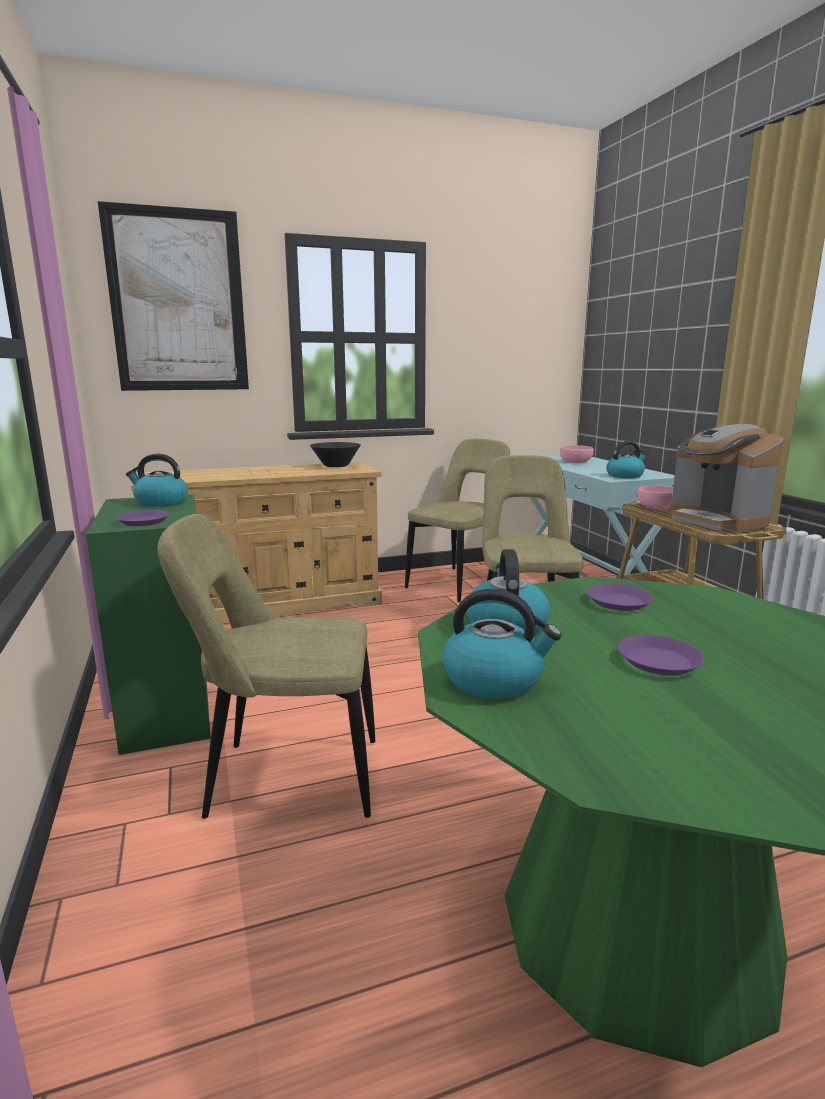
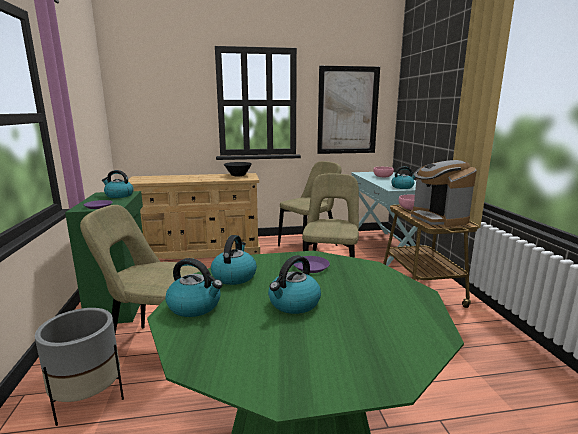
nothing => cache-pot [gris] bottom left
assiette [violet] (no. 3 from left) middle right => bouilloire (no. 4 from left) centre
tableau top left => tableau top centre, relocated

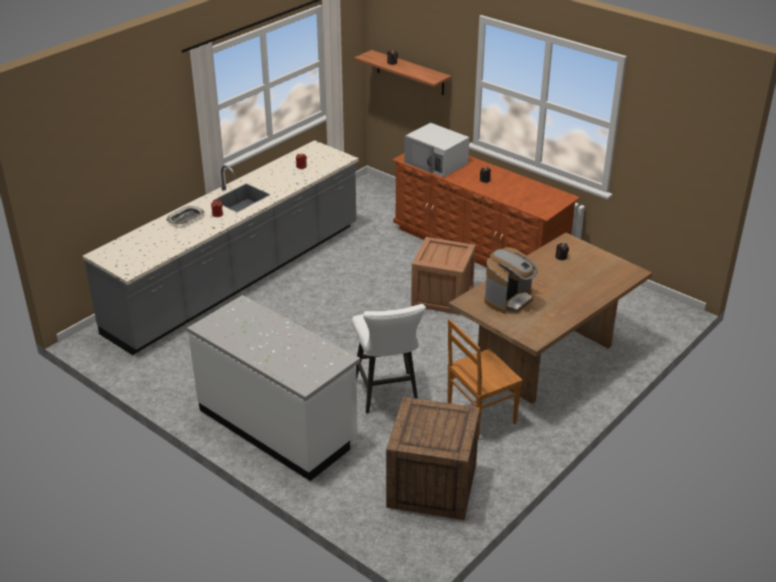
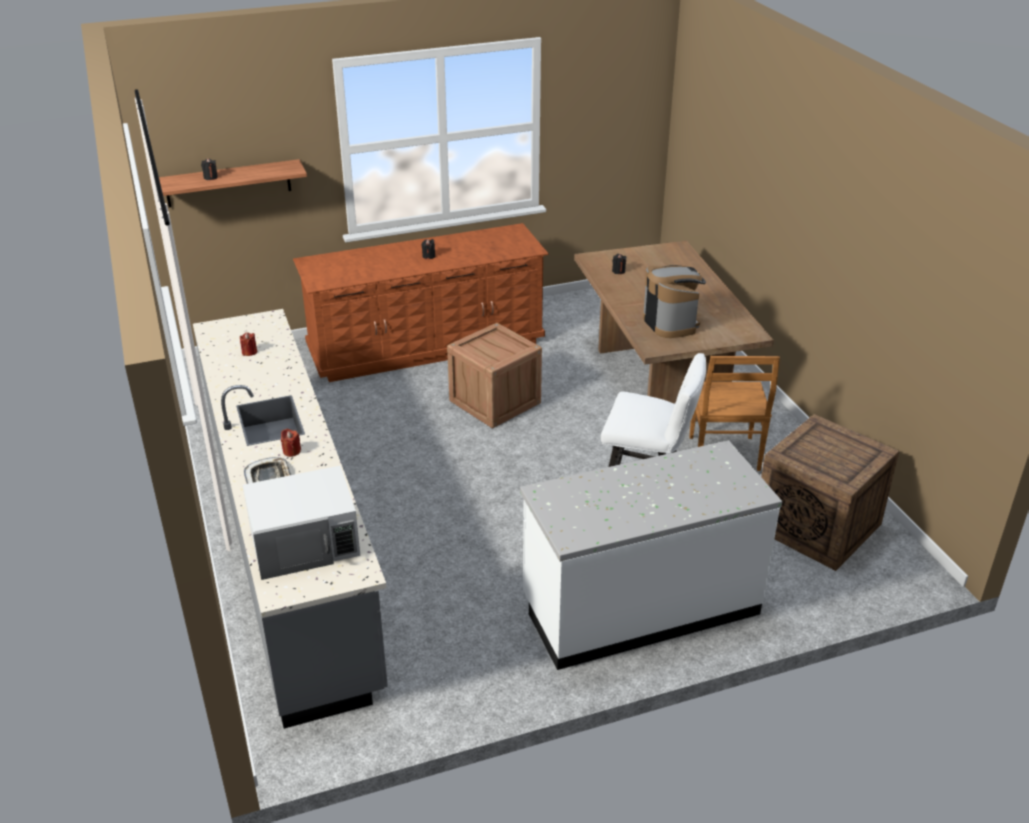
micro-ondes [blanc] top centre => micro-ondes [blanc] middle left, relocated

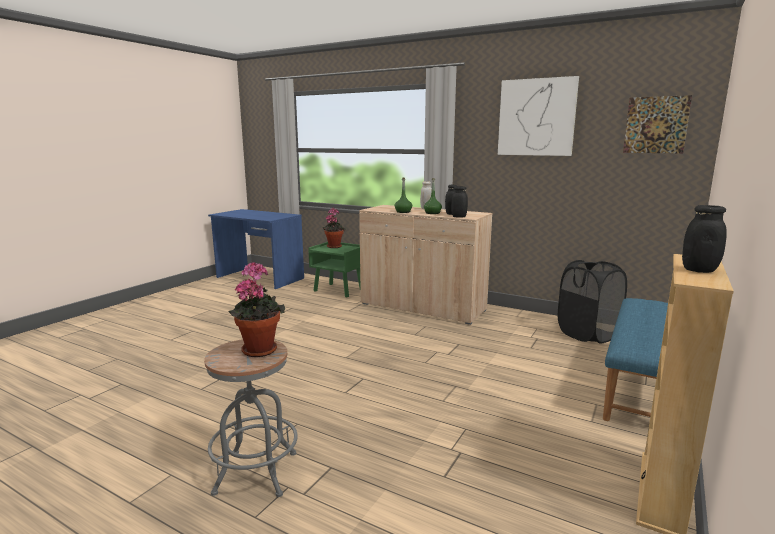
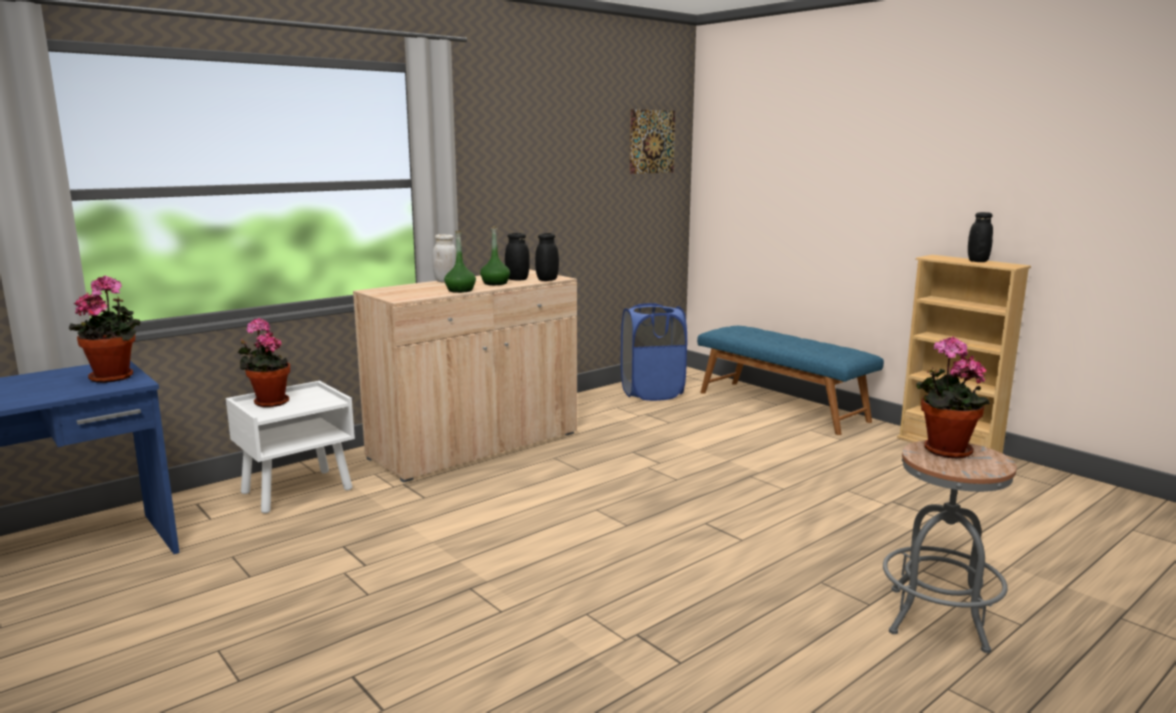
nothing => plante en pot (no. 1 from left) middle left
table de chevet [vert] centre => table de chevet [blanc] middle left
panier à linge [noir] middle right => panier à linge [bleu] centre
tableau (no. 1 from left) top right => nothing

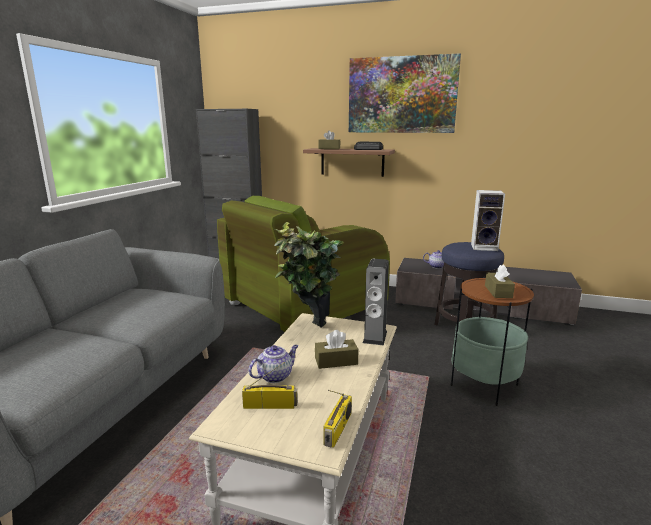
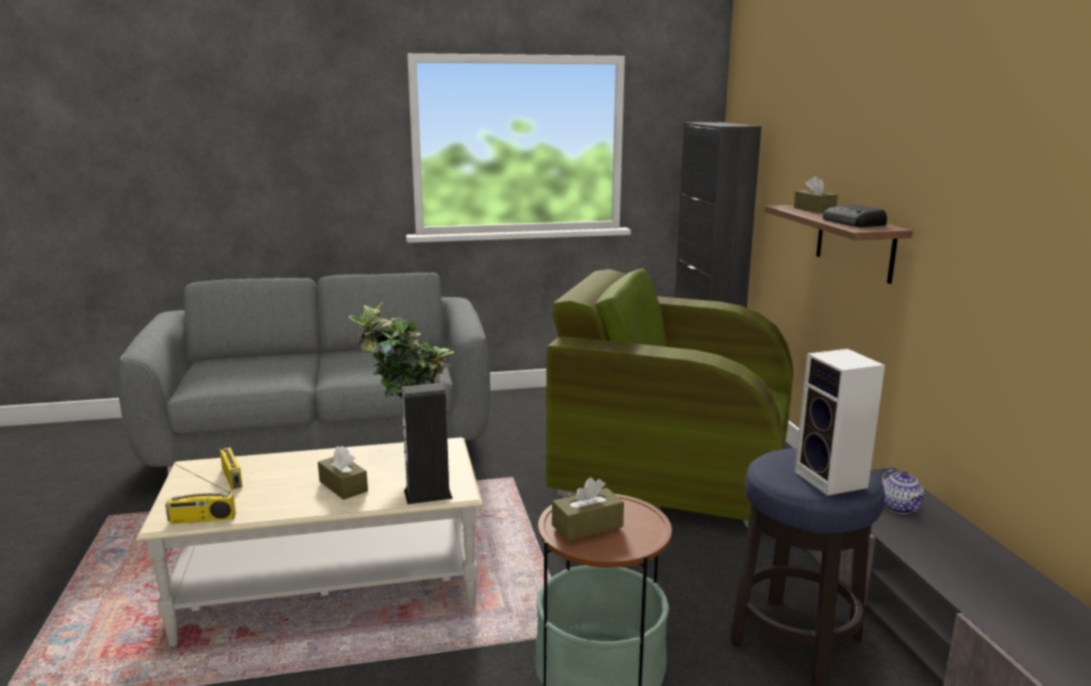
théière (no. 1 from left) bottom centre => nothing
tableau top centre => nothing

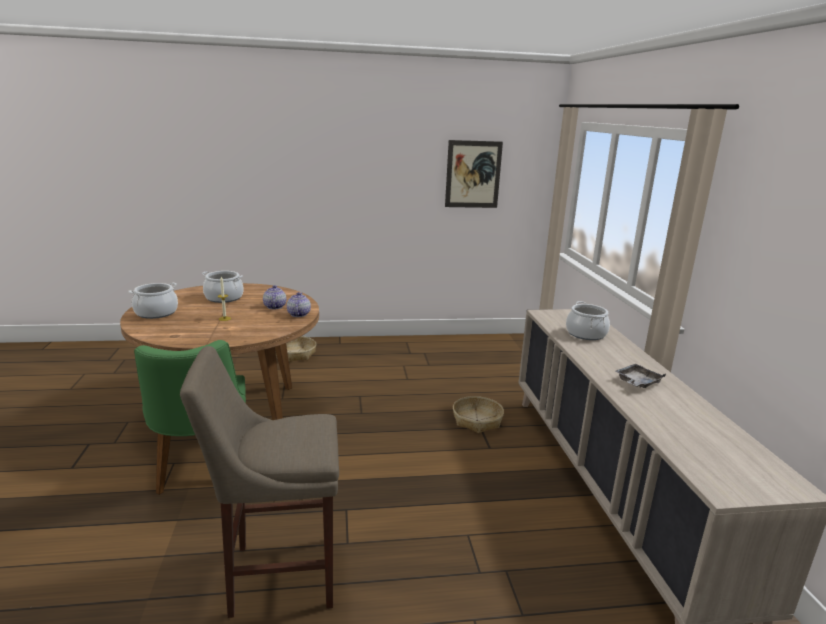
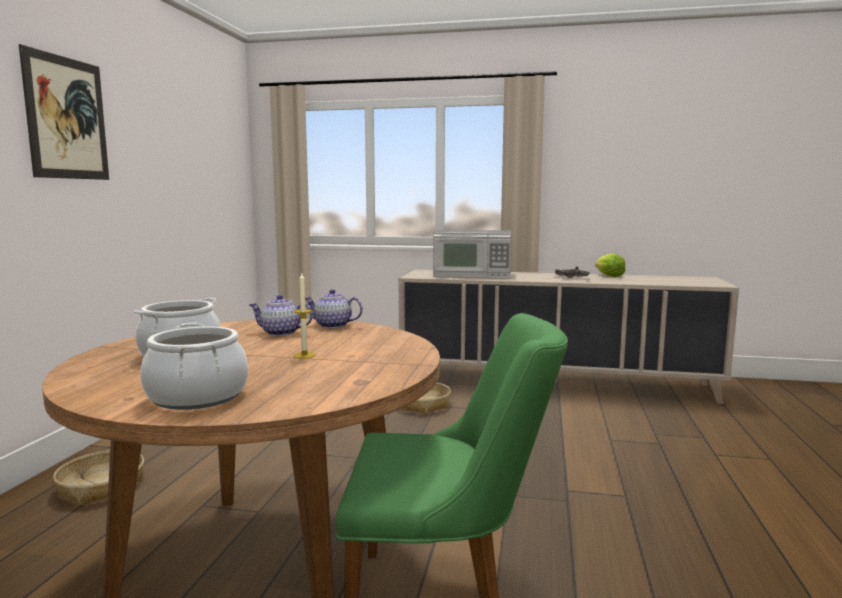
tableau top centre => tableau top left, relocated
marmite (no. 3 from left) middle right => micro-ondes centre
nothing => laitue middle right
tabouret [beige] bottom left => nothing

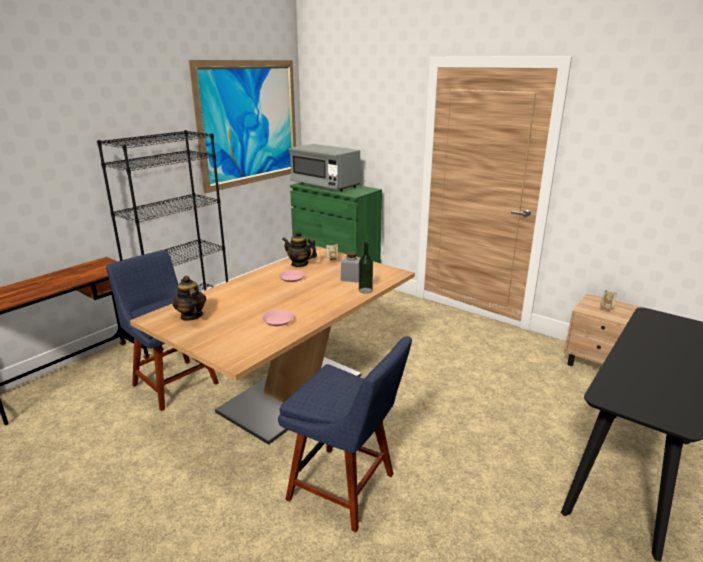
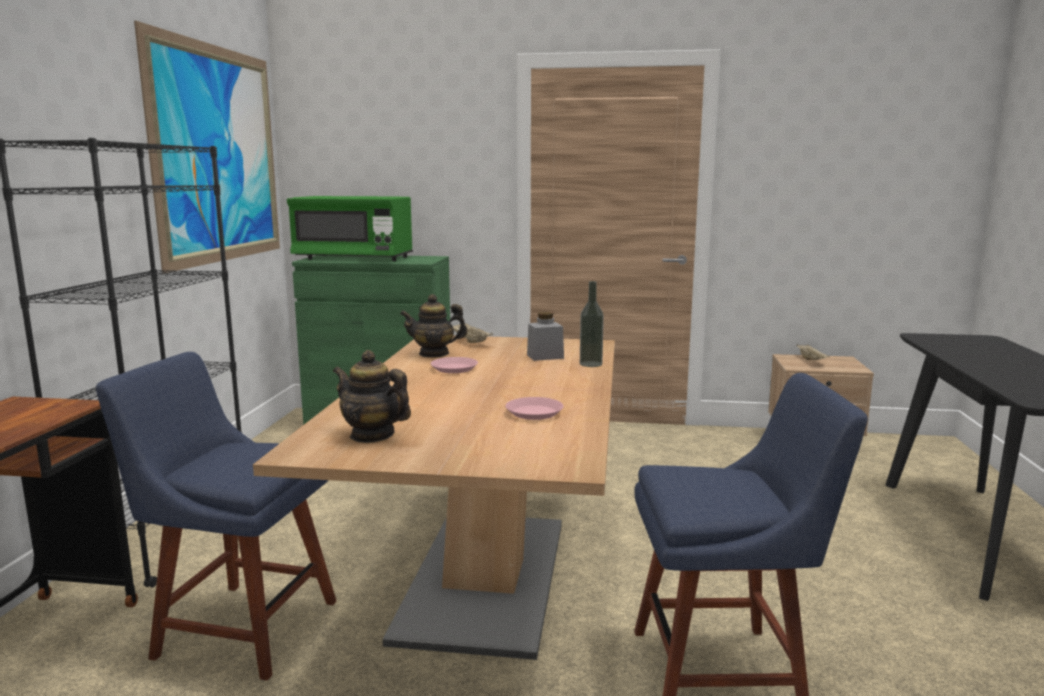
micro-ondes [gris] top centre => micro-ondes [vert] top centre

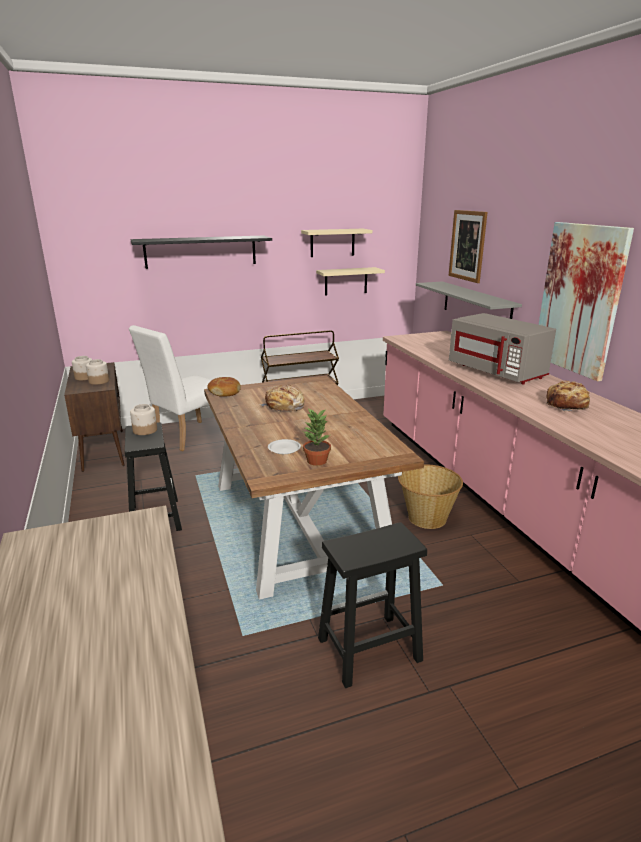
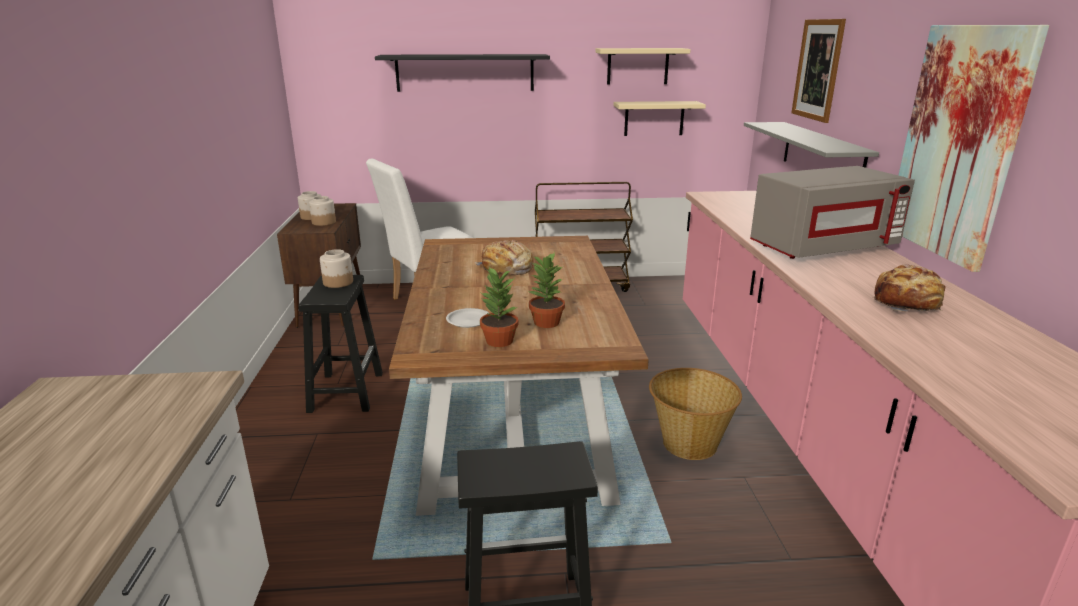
nothing => plante en pot (no. 2 from left) centre
micro-ondes [gris] middle right, 90 degrees counterclockwise
pain (no. 1 from left) centre => nothing

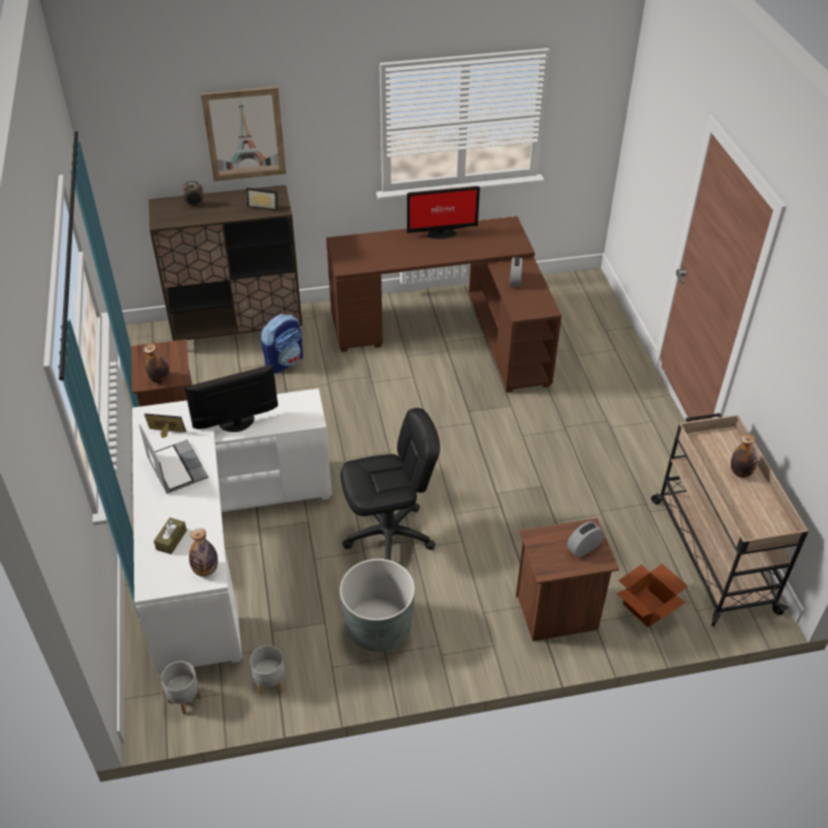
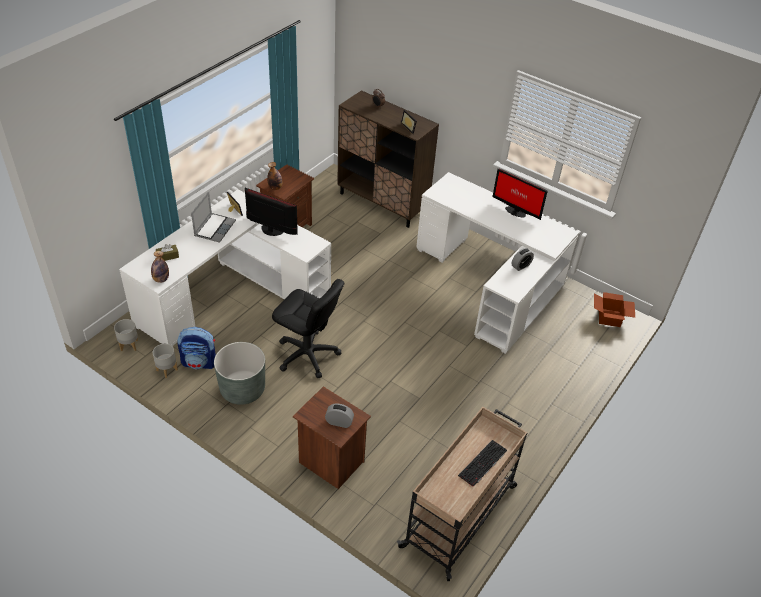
sac à dos centre => sac à dos middle left, relocated
bureau [marron] centre => bureau [blanc] (no. 2 from left) centre
bouteille (no. 3 from left) middle right => clavier bottom centre
carton bottom right => carton middle right, relocated
tableau top left => nothing

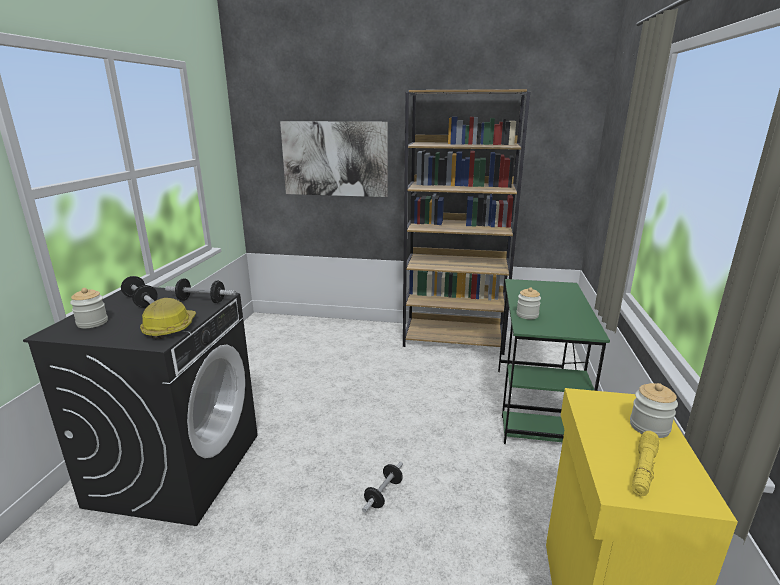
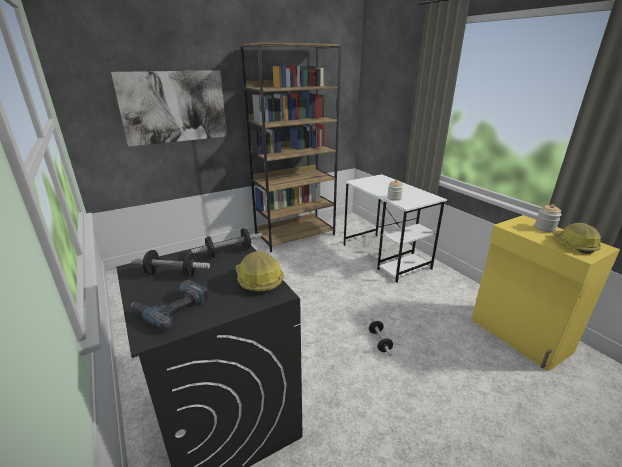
bocal (no. 1 from left) middle left => perceuse middle left
bureau [vert] middle right => bureau [blanc] centre
lampe de poche [jaune] bottom right => casque de chantier (no. 2 from left) middle right

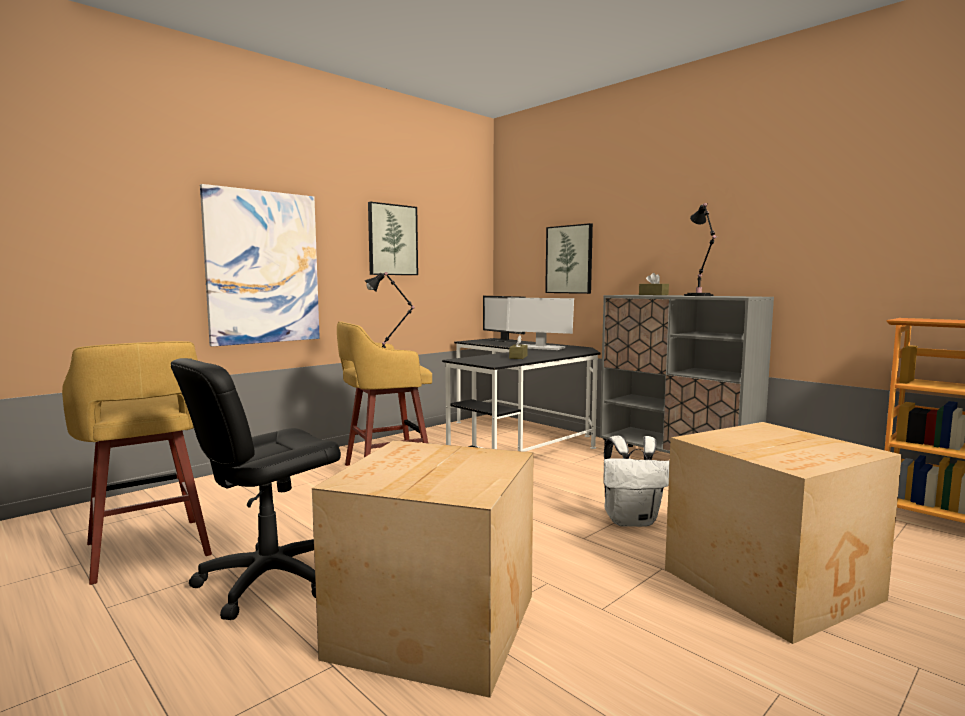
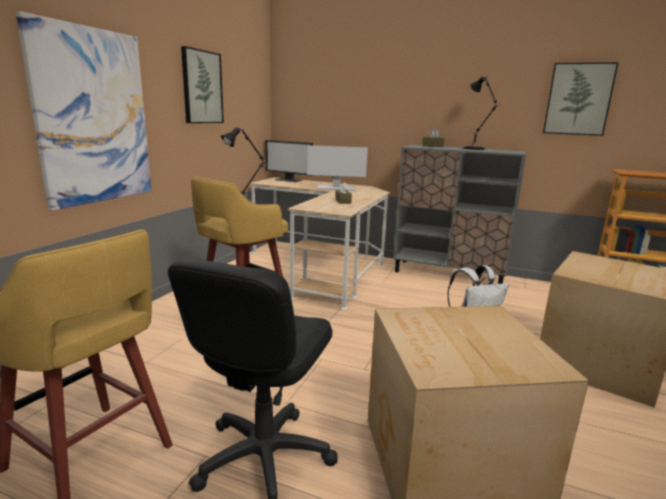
bureau [noir] centre => bureau [beige] centre
tableau (no. 3 from left) centre => tableau (no. 3 from left) top right, relocated

